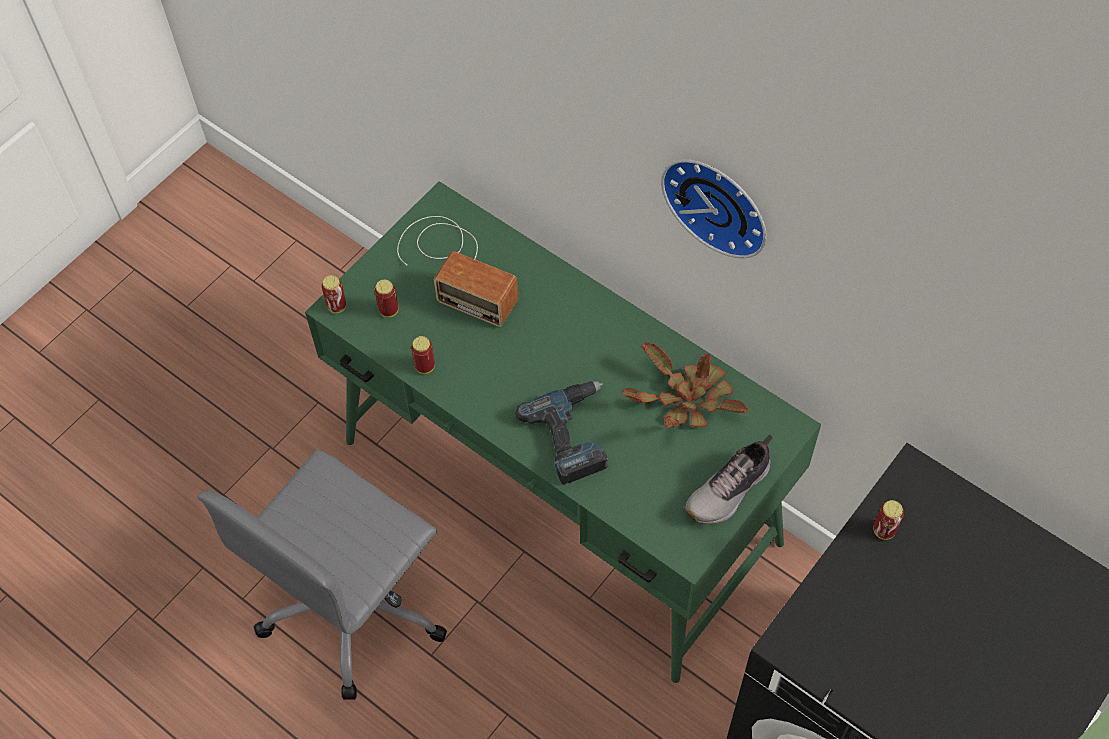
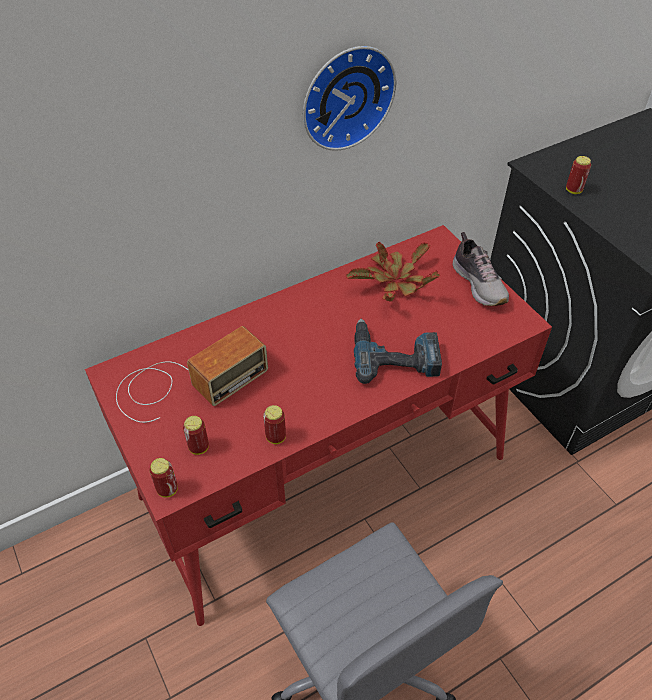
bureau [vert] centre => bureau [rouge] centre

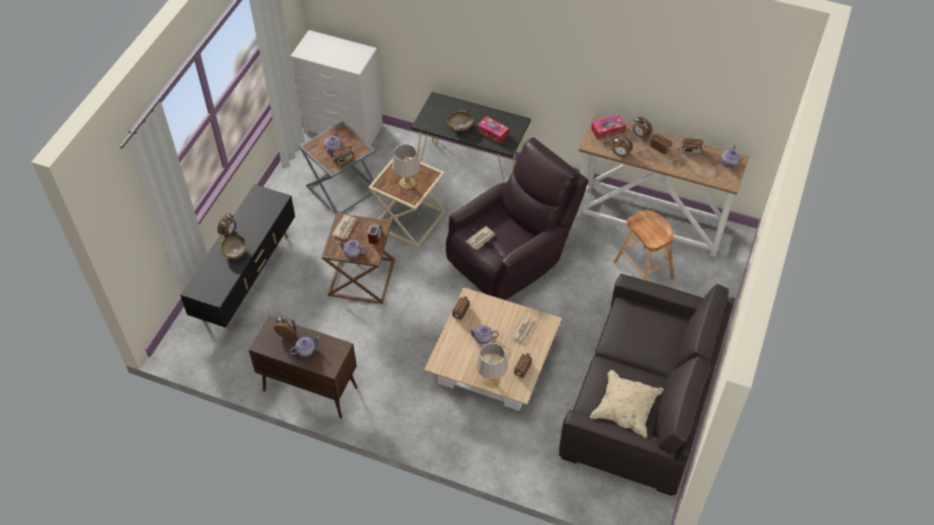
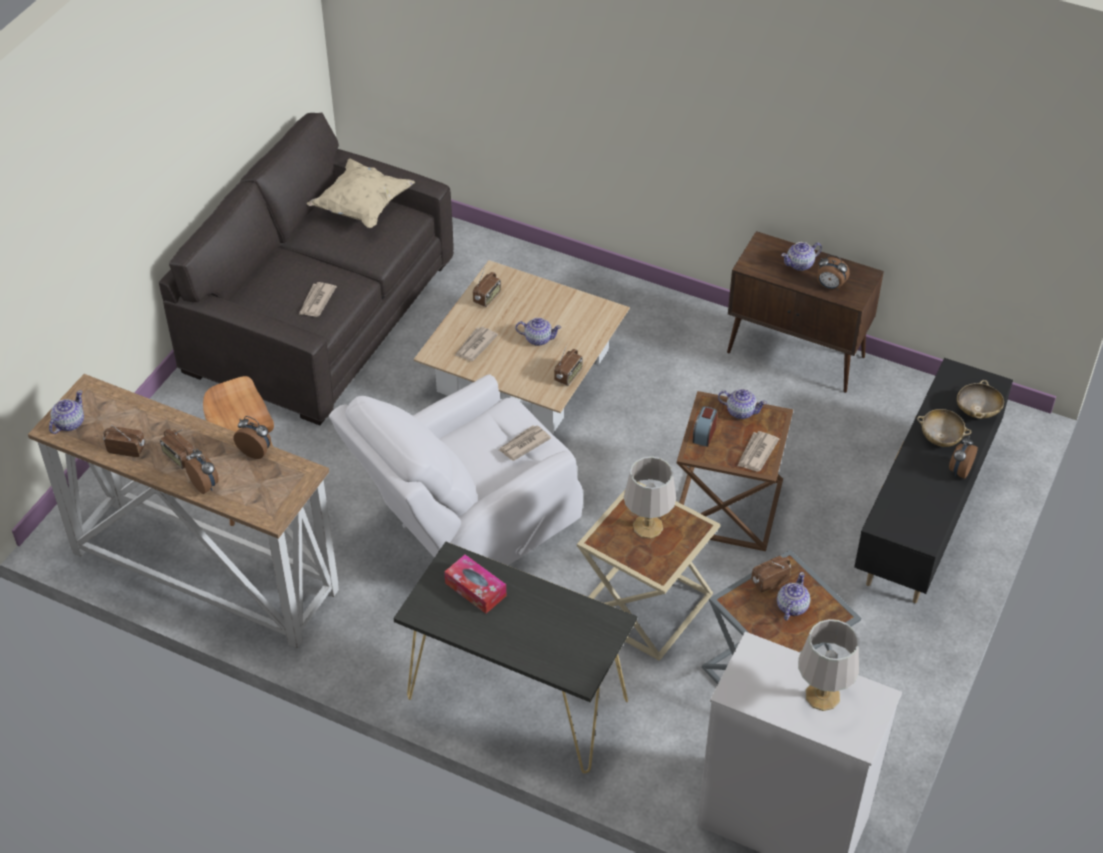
nothing => journal (no. 1 from left) middle left
fauteuil [marron] centre => fauteuil [blanc] centre
lampe de table [gris] (no. 2 from left) bottom centre => lampe de table [gris] (no. 2 from left) bottom right, relocated
bol [beige] (no. 2 from left) top centre => bol [beige] (no. 2 from left) middle right, relocated
boîte à mouchoirs (no. 2 from left) top centre => nothing

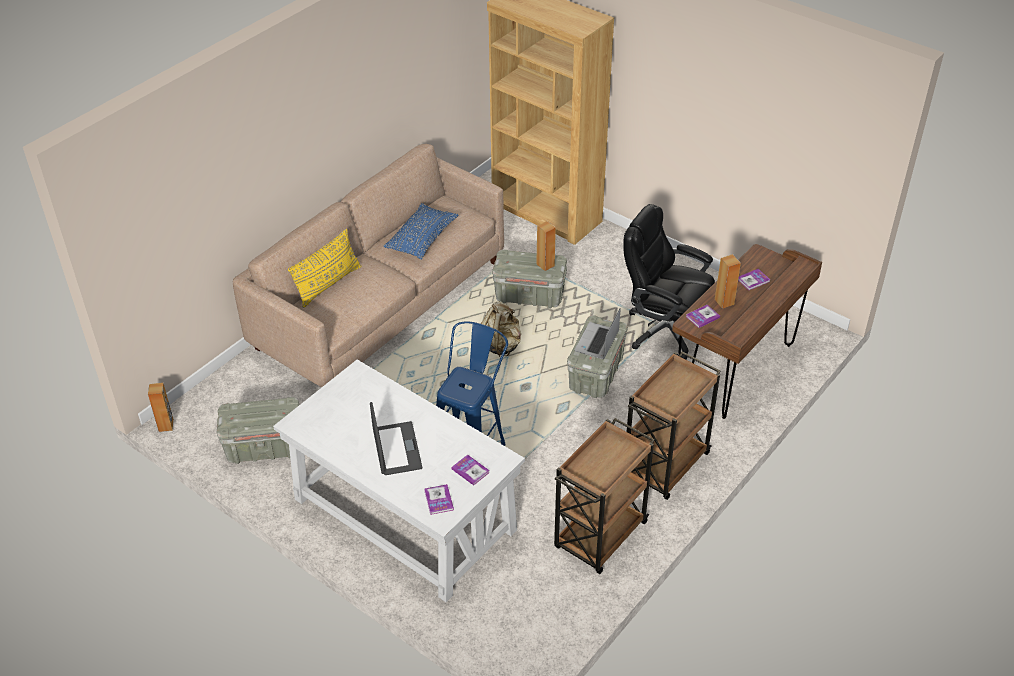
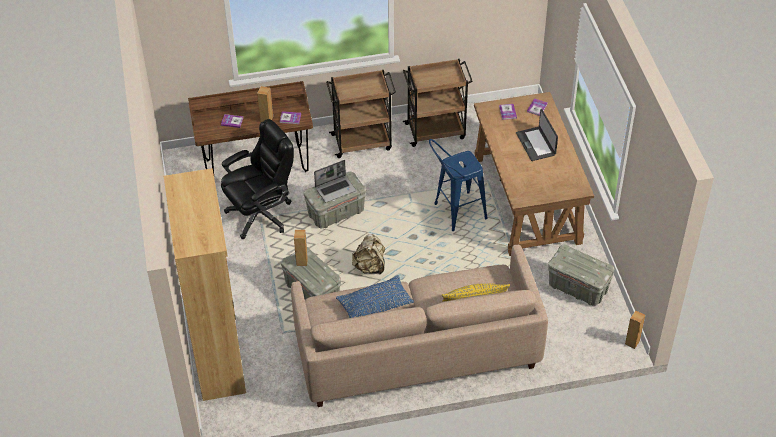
chaise de bureau [noir] centre => chaise de bureau [noir] middle left, 105 degrees counterclockwise
bureau [blanc] bottom centre => bureau [marron] (no. 2 from left) middle right
ordinateur portable (no. 1 from left in the first image) centre => ordinateur portable (no. 2 from left) top right, 45 degrees counterclockwise

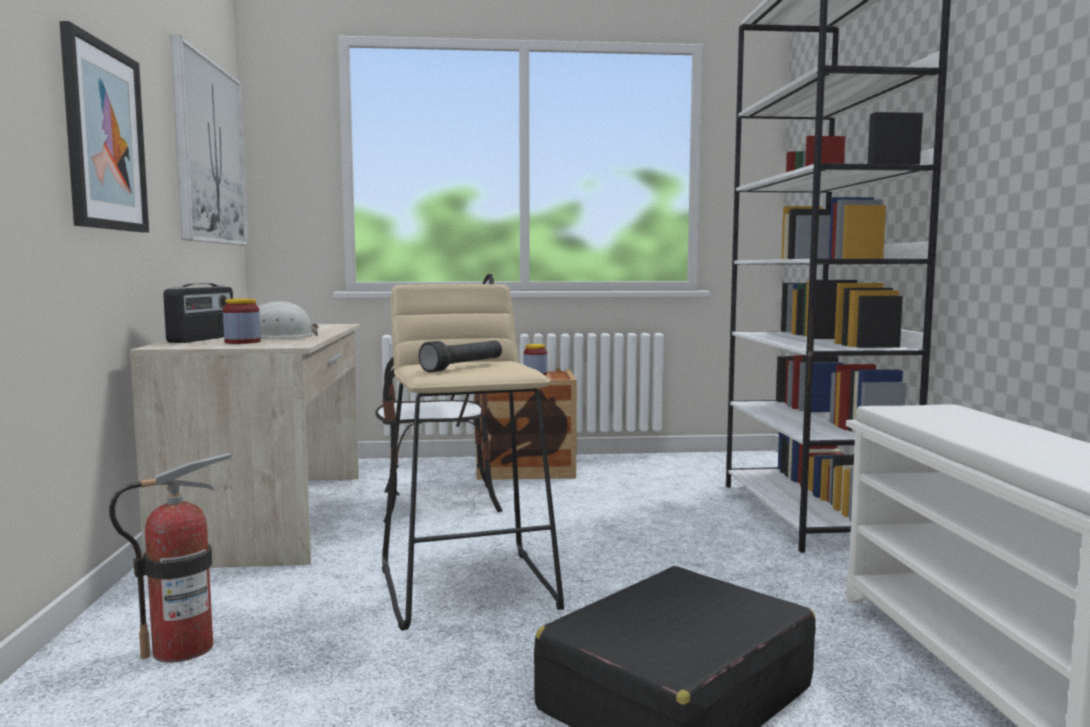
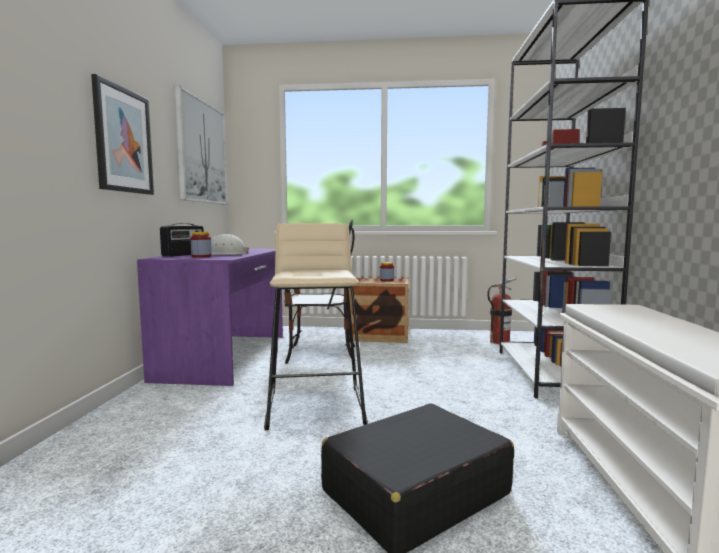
bureau [beige] middle left => bureau [violet] middle left
extincteur bottom left => extincteur middle right, relocated
lampe de poche [noir] centre => nothing

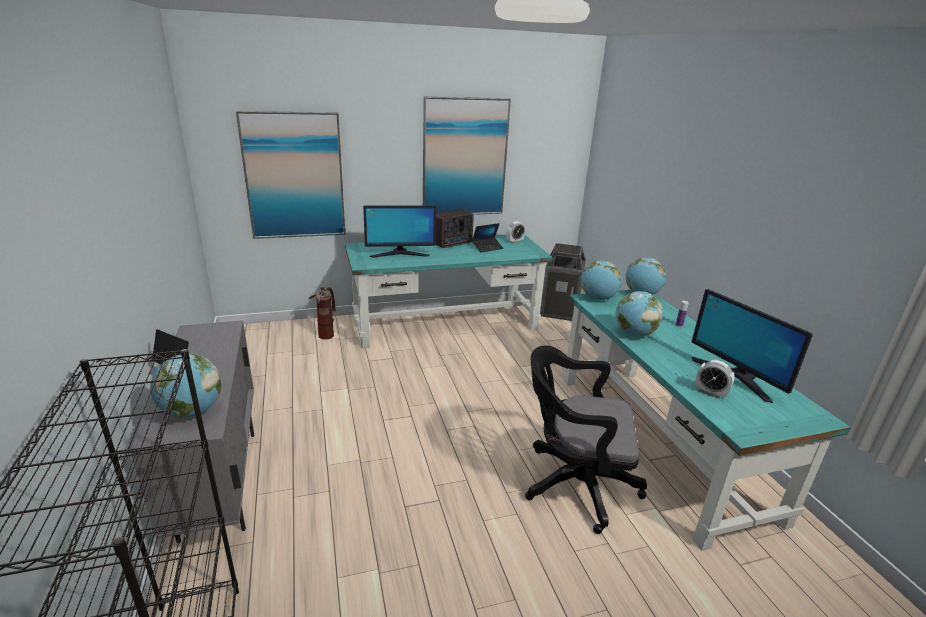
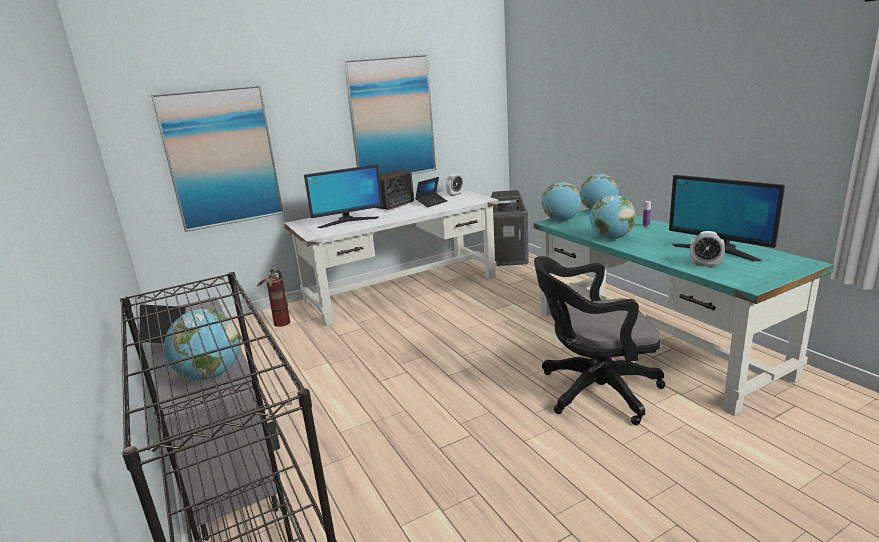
bureau [turquoise] (no. 1 from left) centre => bureau [blanc] centre

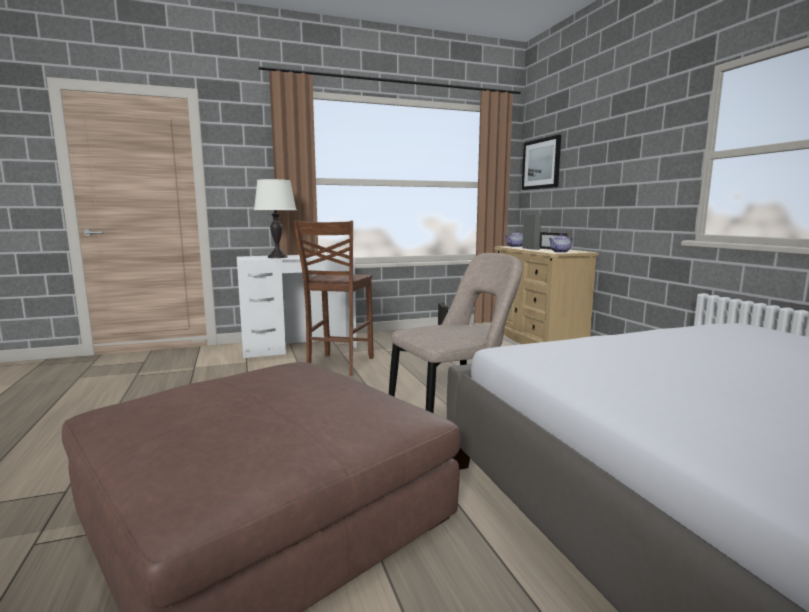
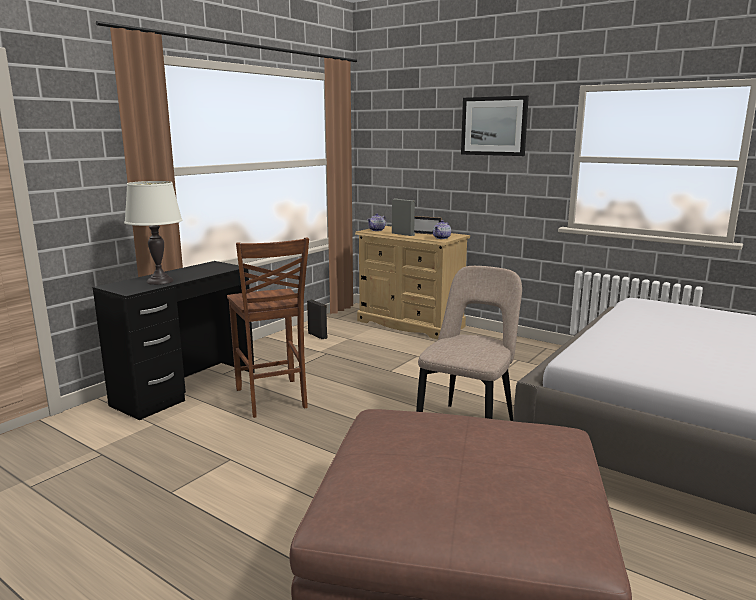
bureau [blanc] centre => bureau [noir] middle left
tableau top right => tableau top centre, relocated

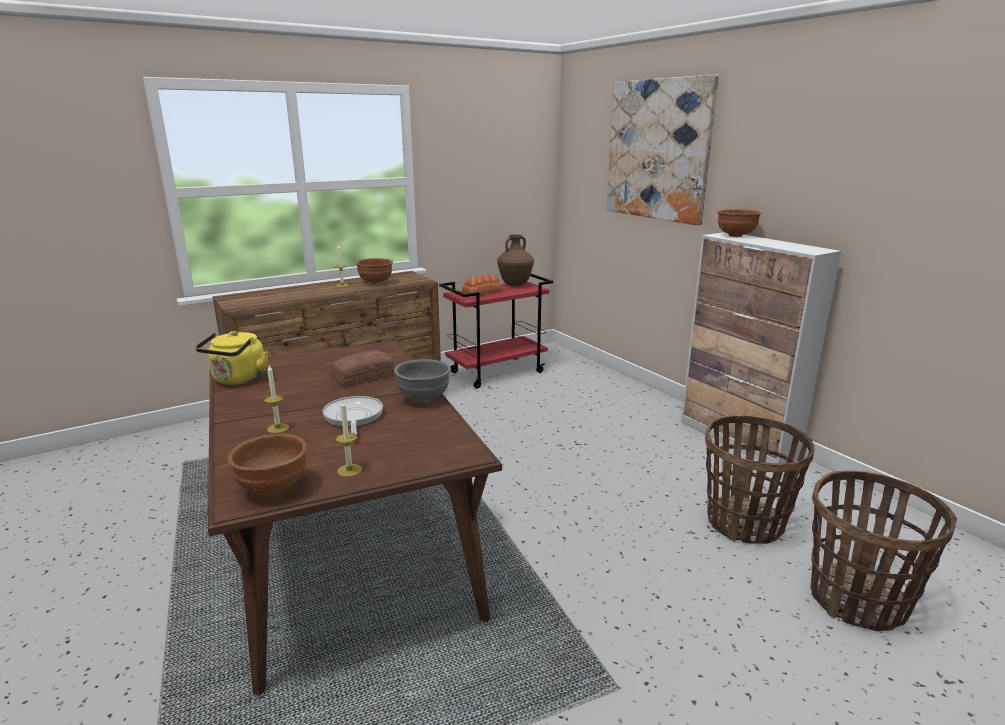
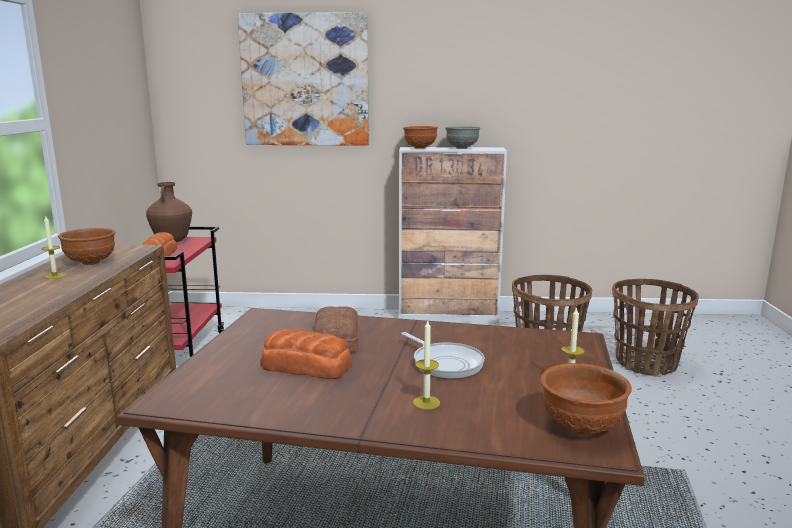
nothing => pain (no. 2 from left) bottom centre
poêle centre => poêle bottom centre, 150 degrees counterclockwise
bol [gris] centre => bol [gris] top centre, relocated
bouilloire [jaune] middle left => nothing

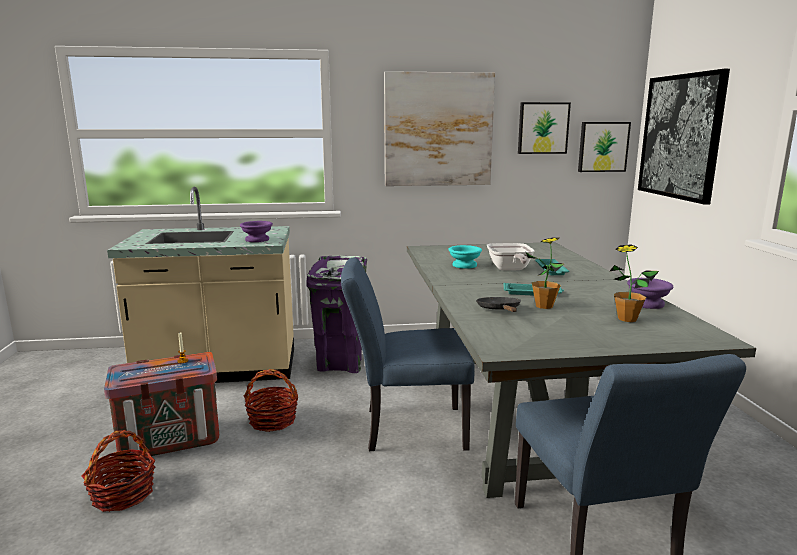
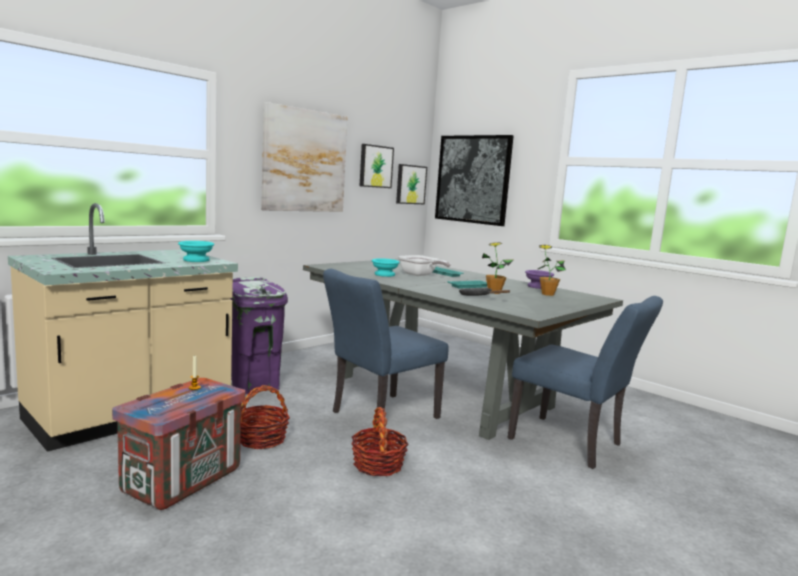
bol [violet] (no. 1 from left) middle left => bol [turquoise] (no. 1 from left) middle left
panier (no. 1 from left in the first image) bottom left => panier (no. 2 from left) bottom centre, relocated

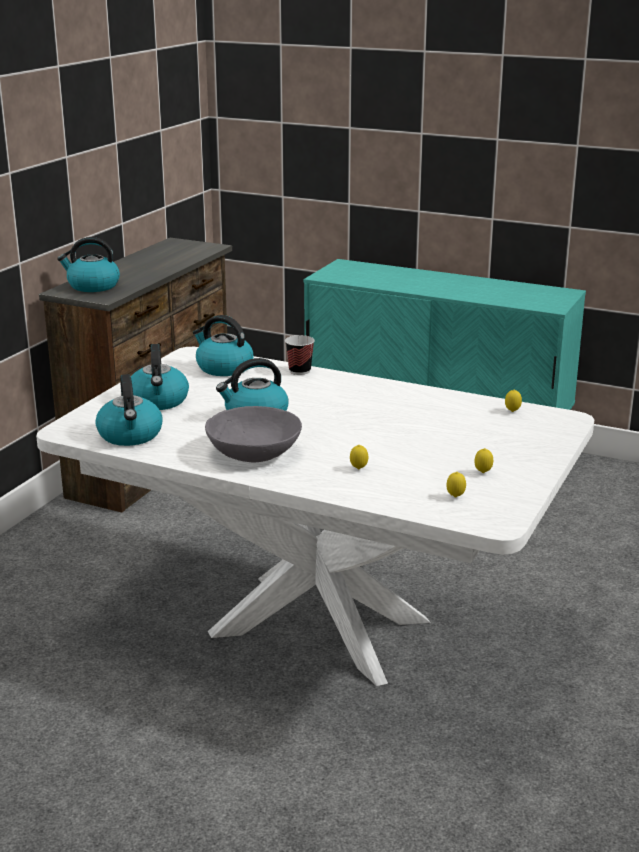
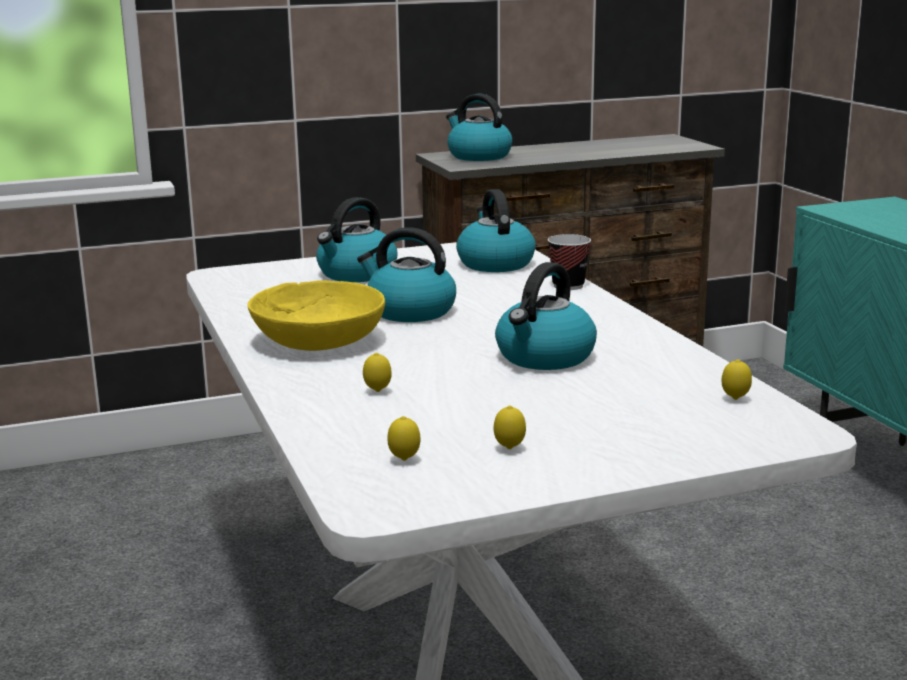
bol [gris] centre => bol [jaune] centre
bouilloire (no. 2 from left in the first image) middle left => bouilloire (no. 5 from left) centre, relocated

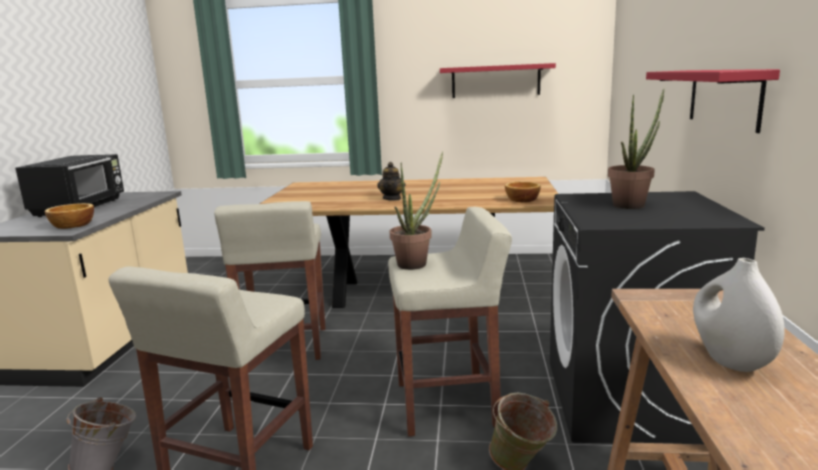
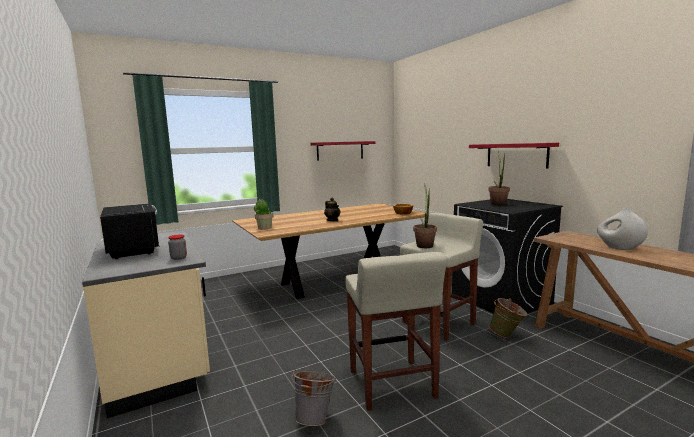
bol (no. 1 from left) middle left => bocal middle left
nothing => plante en pot (no. 1 from left) centre
tabouret [beige] (no. 2 from left) middle left => nothing

